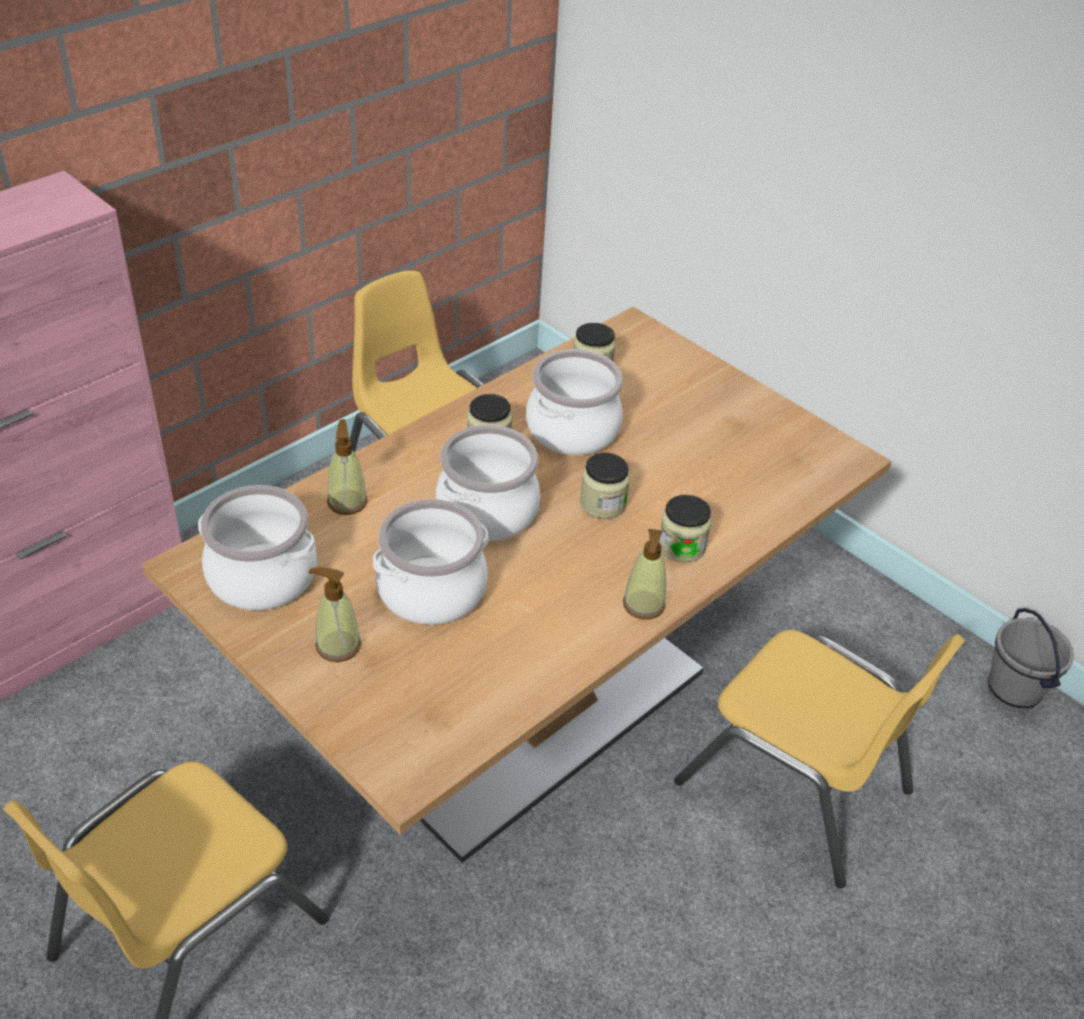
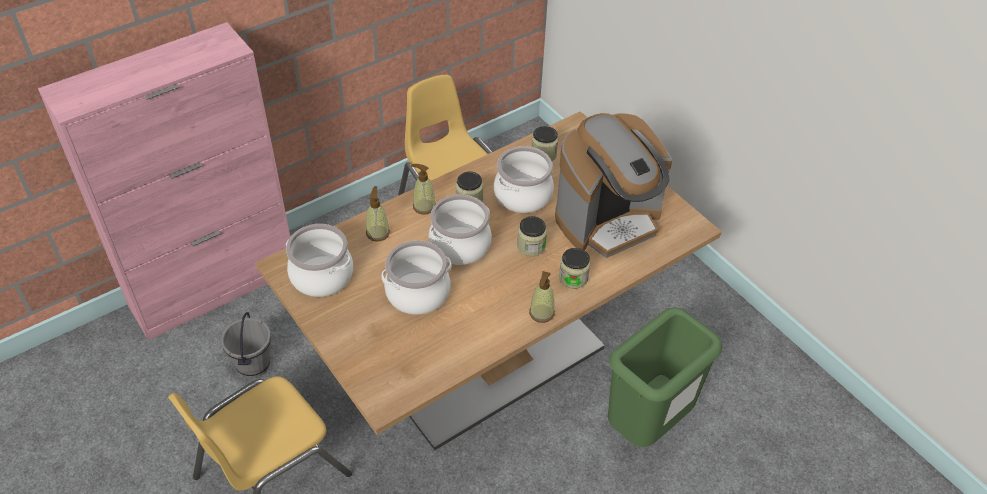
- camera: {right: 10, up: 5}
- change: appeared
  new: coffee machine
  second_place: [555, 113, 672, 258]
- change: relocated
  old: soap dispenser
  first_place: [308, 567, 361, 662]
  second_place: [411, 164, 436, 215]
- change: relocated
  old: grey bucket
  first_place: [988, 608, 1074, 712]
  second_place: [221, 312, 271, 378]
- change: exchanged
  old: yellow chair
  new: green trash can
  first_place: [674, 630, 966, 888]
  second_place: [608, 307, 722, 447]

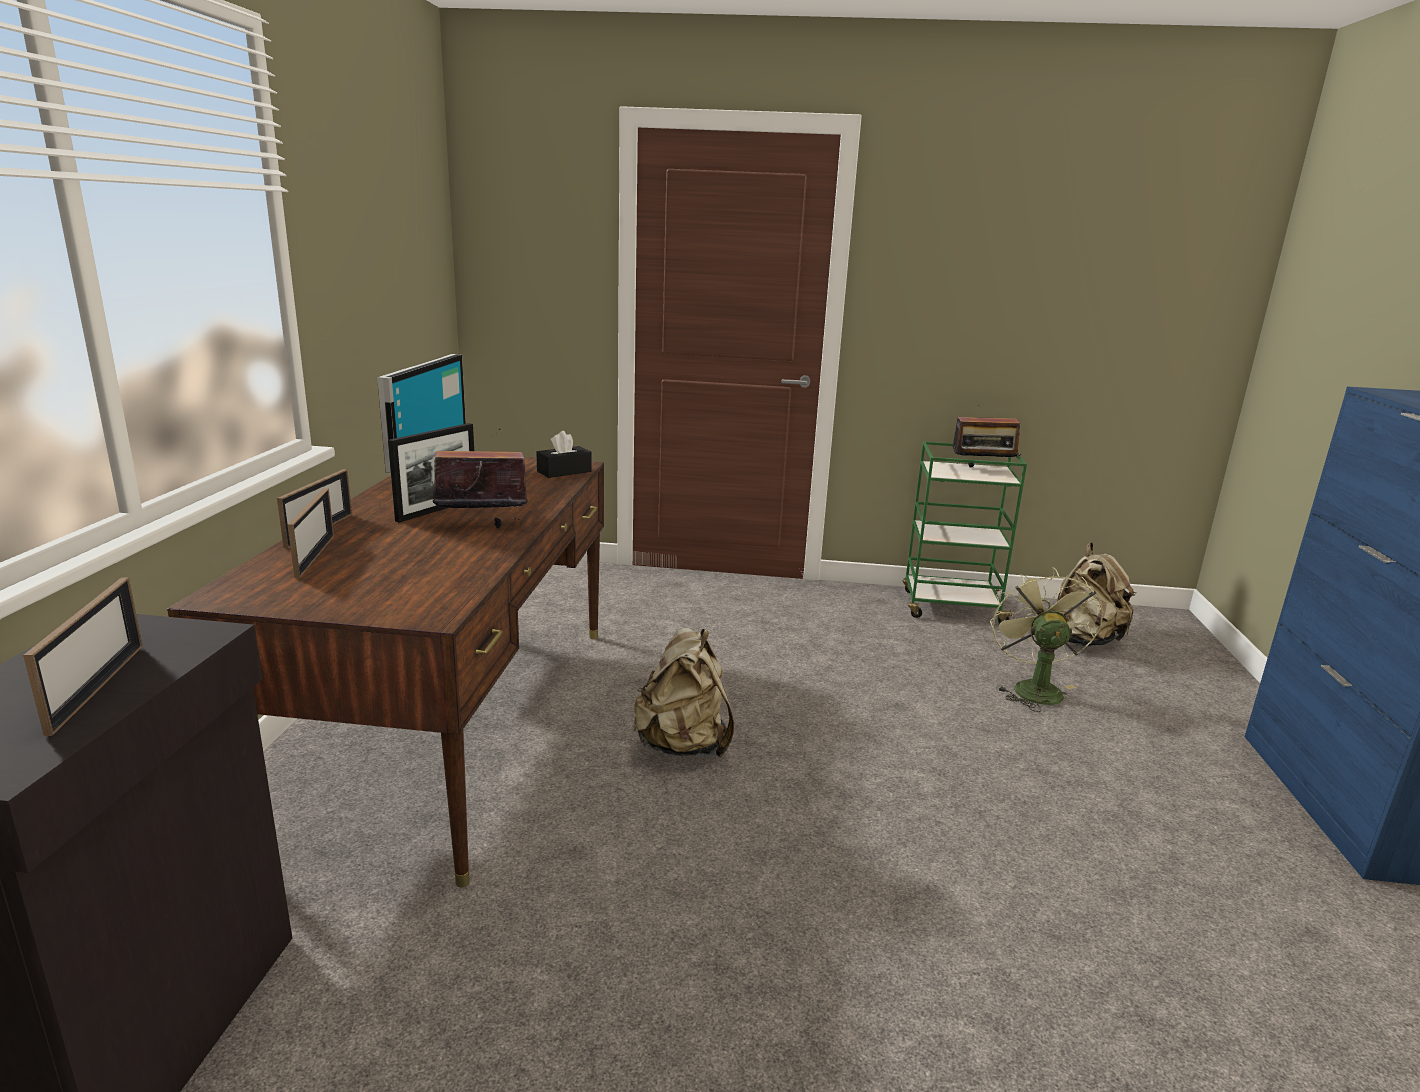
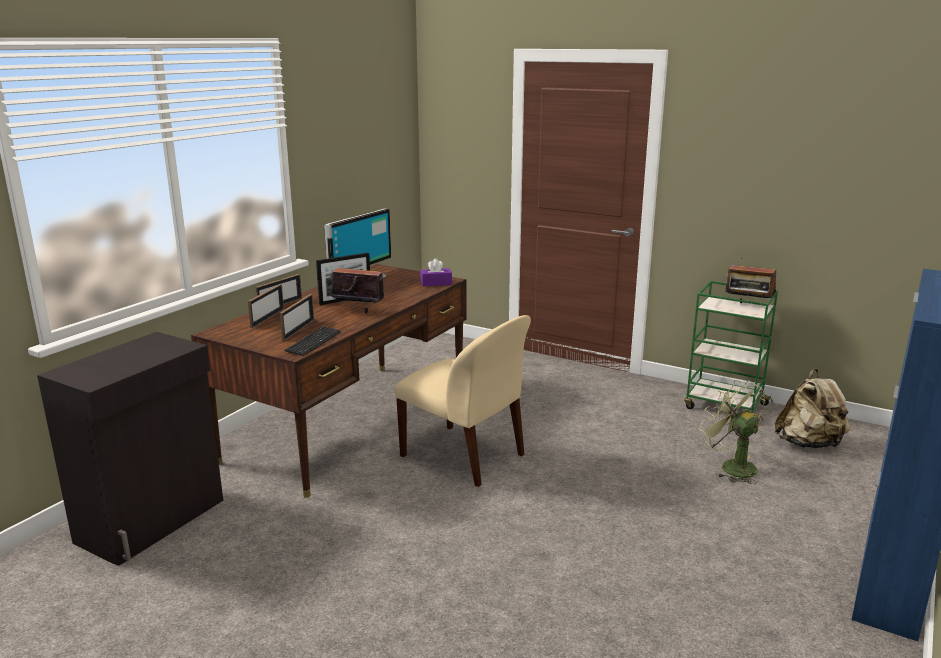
- camera: {right: 25, up: 0}
- change: appeared
  new: keyboard
  second_place: [285, 326, 341, 356]
- change: relocated
  old: picture frame
  first_place: [23, 577, 143, 736]
  second_place: [280, 294, 314, 341]
- change: exchanged
  old: beige backpack
  new: beige chair
  first_place: [633, 628, 734, 757]
  second_place: [394, 315, 531, 487]
- change: colour
  old: black tissue box
  new: purple tissue box
  first_place: [536, 431, 592, 478]
  second_place: [420, 259, 452, 287]
- change: spun
  old: green fan
  first_place: [990, 567, 1104, 712]
  second_place: [699, 380, 765, 484]
  degrees: -60

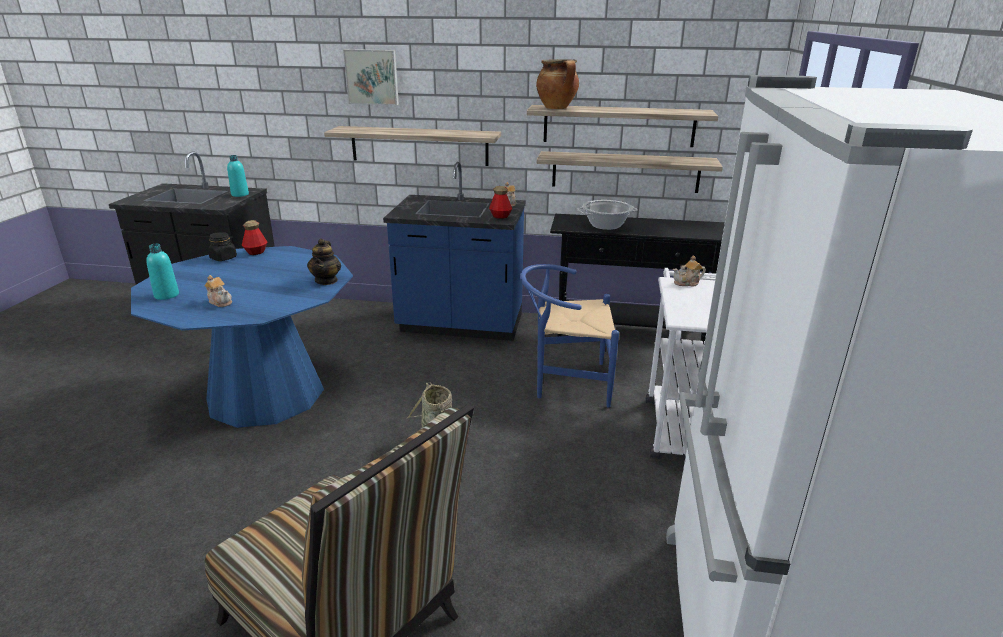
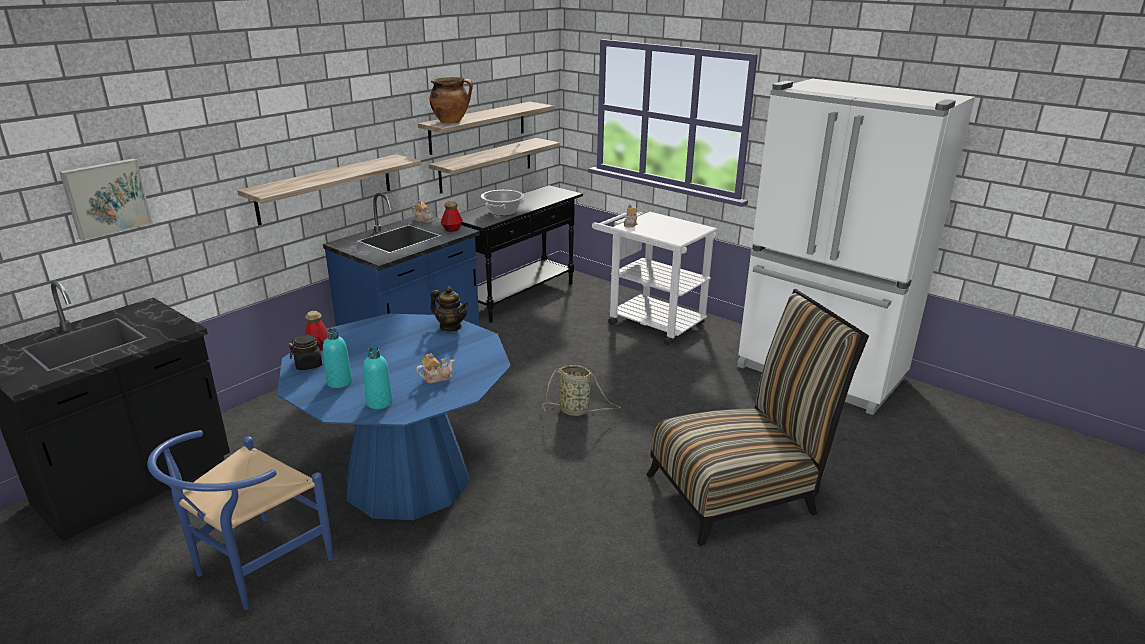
- camera: {right: -60, up: 0}
- change: relocated
  old: turquoise bottle
  first_place: [227, 155, 249, 197]
  second_place: [323, 328, 352, 388]
- change: relocated
  old: picture
  first_place: [343, 49, 399, 105]
  second_place: [59, 158, 153, 240]
- change: relocated
  old: blue chair
  first_place: [520, 264, 619, 408]
  second_place: [147, 430, 333, 610]

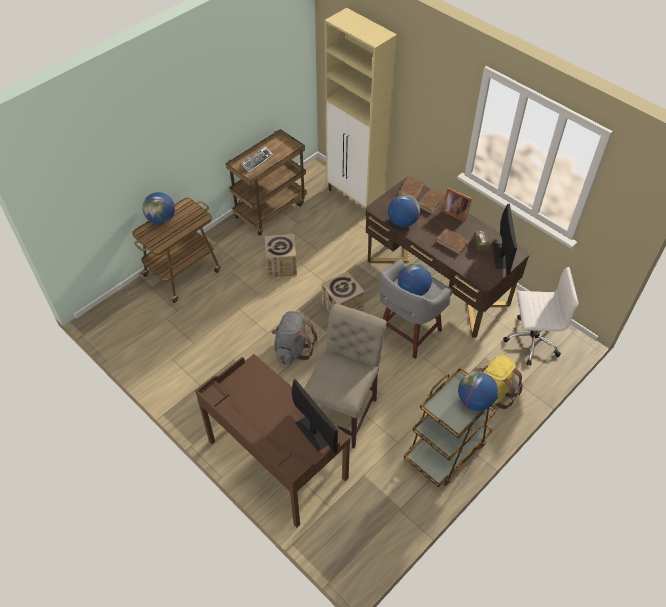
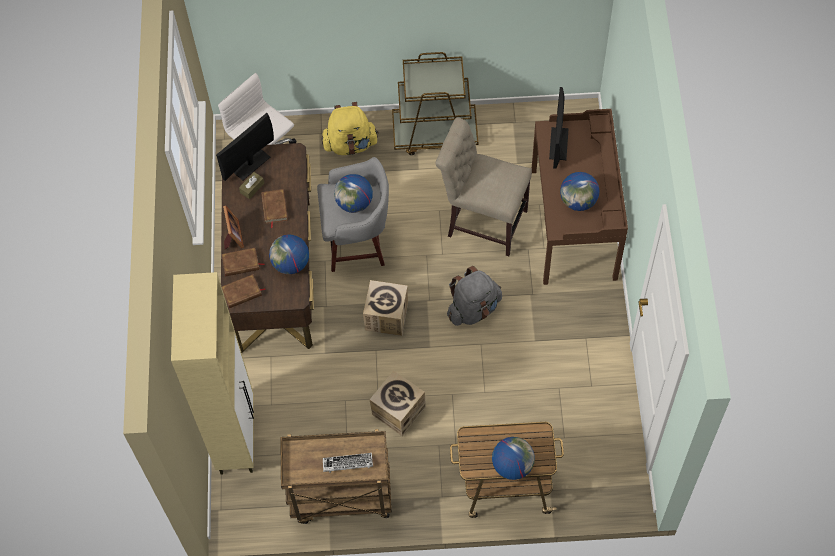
- camera: {right: -135, up: 10}
- change: relocated
  old: globe
  first_place: [458, 371, 498, 411]
  second_place: [560, 172, 600, 211]
- change: spun
  old: beige chair
  first_place: [304, 304, 387, 449]
  second_place: [436, 117, 532, 256]
  degrees: 45

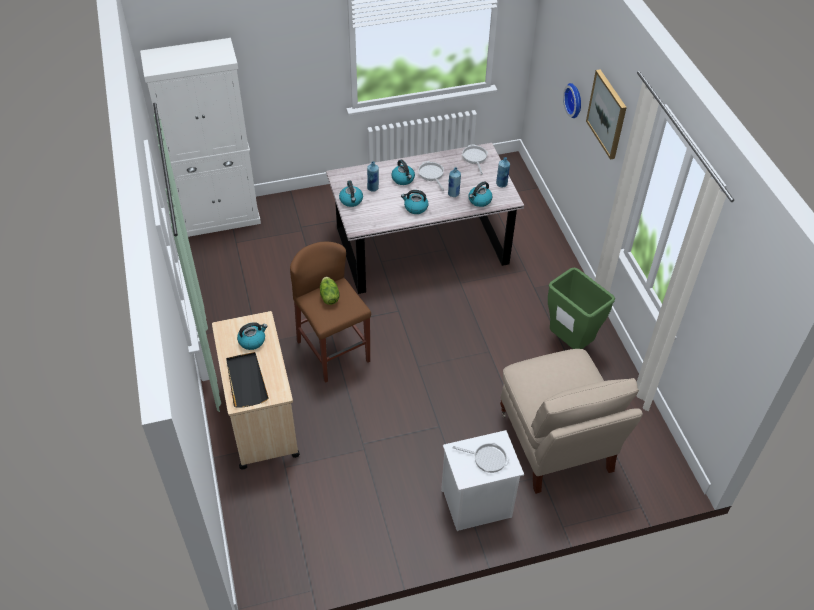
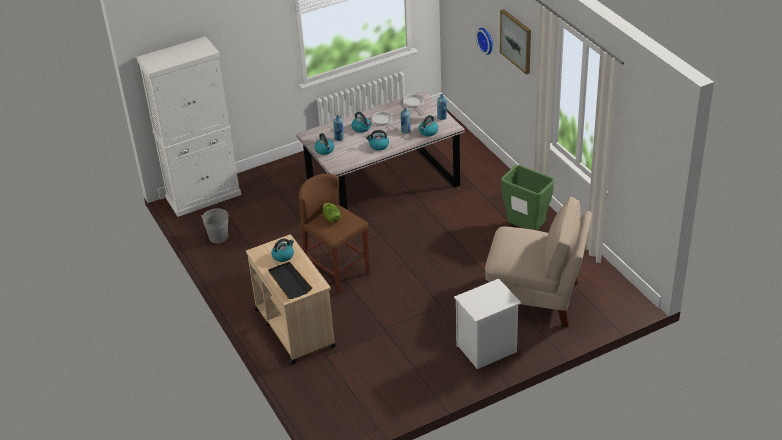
- camera: {right: -10, up: -10}
- change: missing
  old: frying pan
  first_place: [453, 443, 510, 473]
- change: appeared
  new: grey bucket
  second_place: [202, 208, 230, 243]
- change: spun
  old: beige chair
  first_place: [500, 349, 643, 494]
  second_place: [485, 197, 592, 327]
  degrees: -45

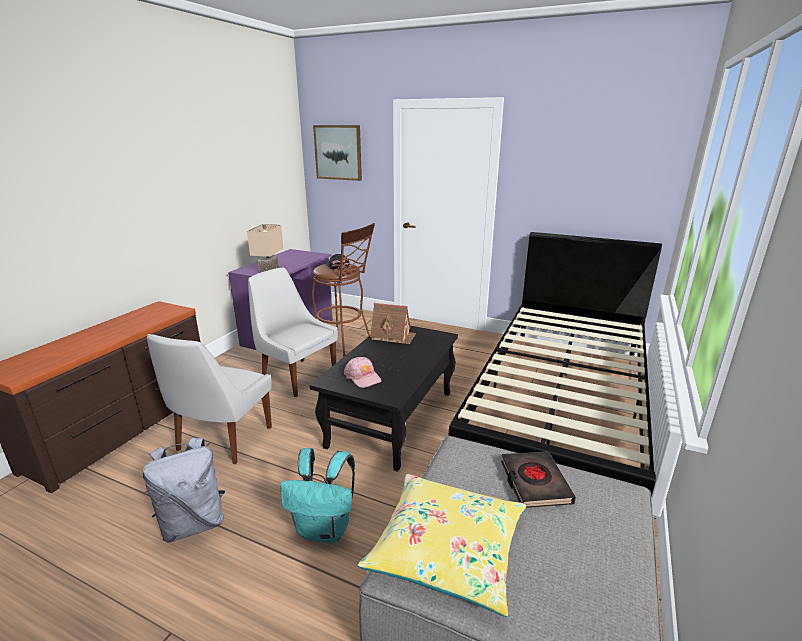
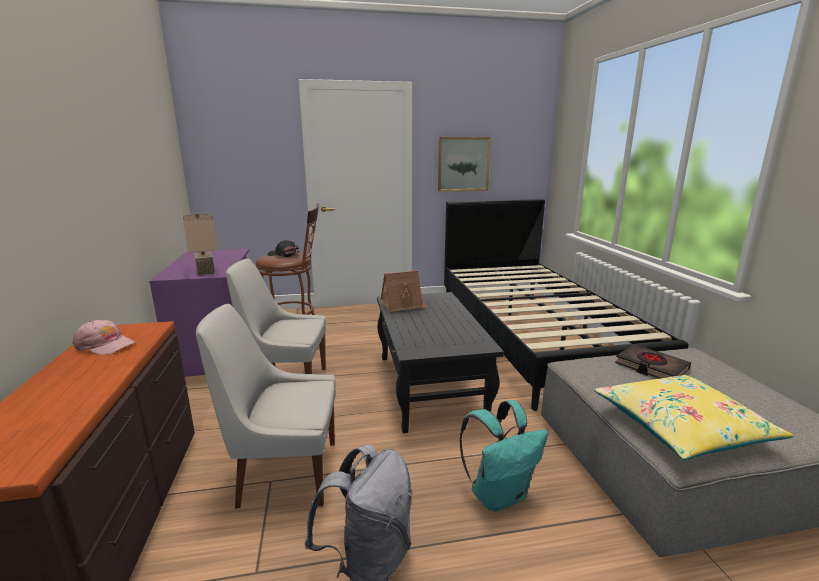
- camera: {right: -35, up: -5}
- change: relocated
  old: picture
  first_place: [313, 125, 362, 181]
  second_place: [438, 137, 491, 192]
- change: relocated
  old: pink cap
  first_place: [344, 357, 382, 388]
  second_place: [72, 320, 136, 355]
- change: spun
  old: white chair
  first_place: [147, 334, 272, 464]
  second_place: [196, 303, 336, 509]
  degrees: 105

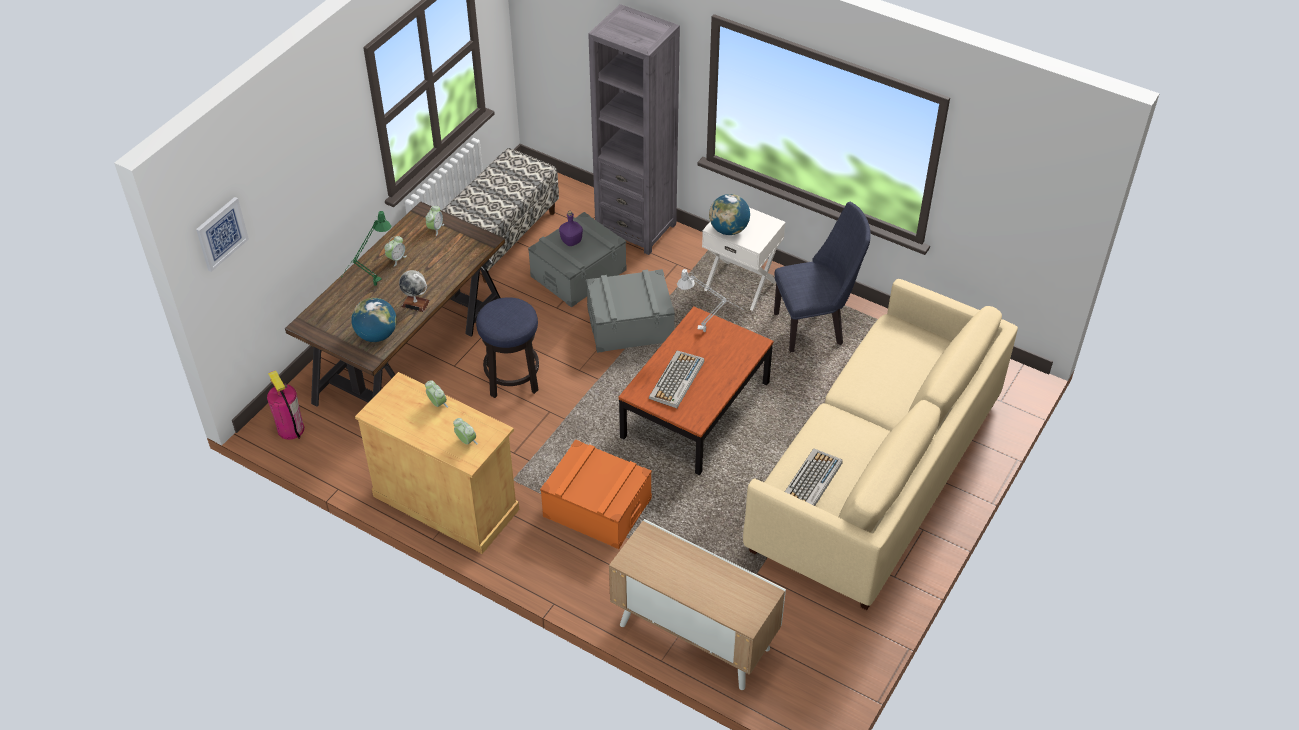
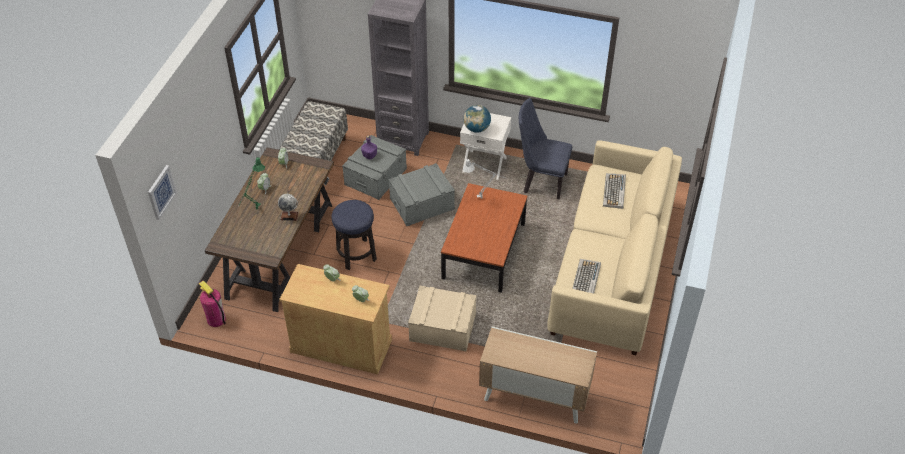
- camera: {right: -15, up: 0}
- change: missing
  old: globe
  first_place: [351, 298, 397, 342]
- change: relocated
  old: keyboard
  first_place: [649, 350, 704, 408]
  second_place: [603, 173, 626, 209]
- change: colour
  old: orange storage box
  new: beige storage box
  first_place: [540, 439, 652, 549]
  second_place: [408, 286, 477, 351]
- change: spun
  old: blue chair
  first_place: [774, 202, 871, 353]
  second_place: [519, 98, 572, 199]
  degrees: -135

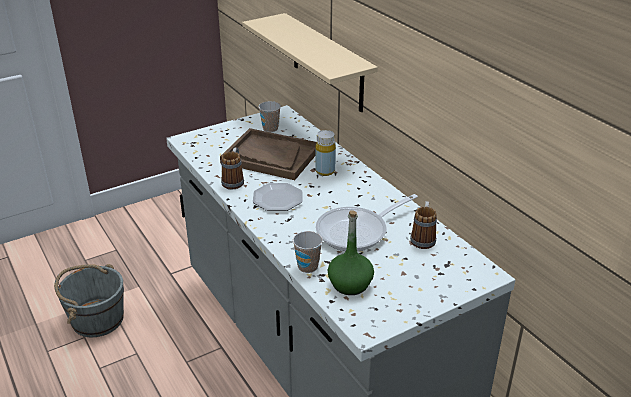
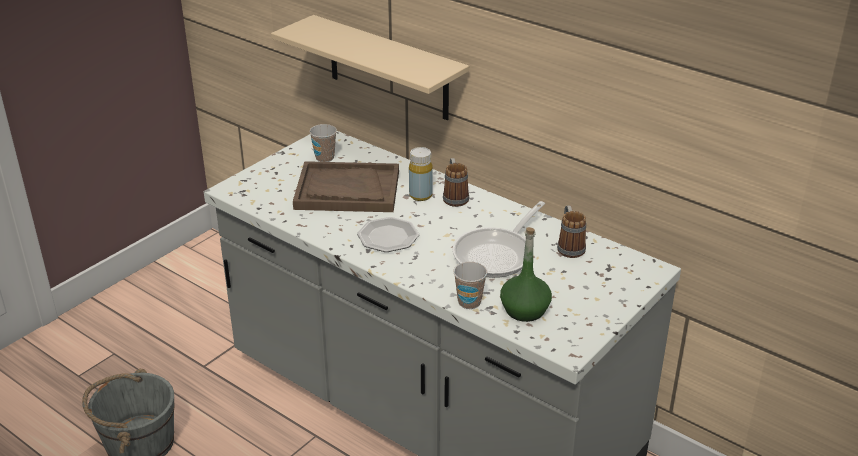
- camera: {right: -20, up: 0}
- change: relocated
  old: mug
  first_place: [221, 147, 244, 189]
  second_place: [443, 158, 469, 207]

